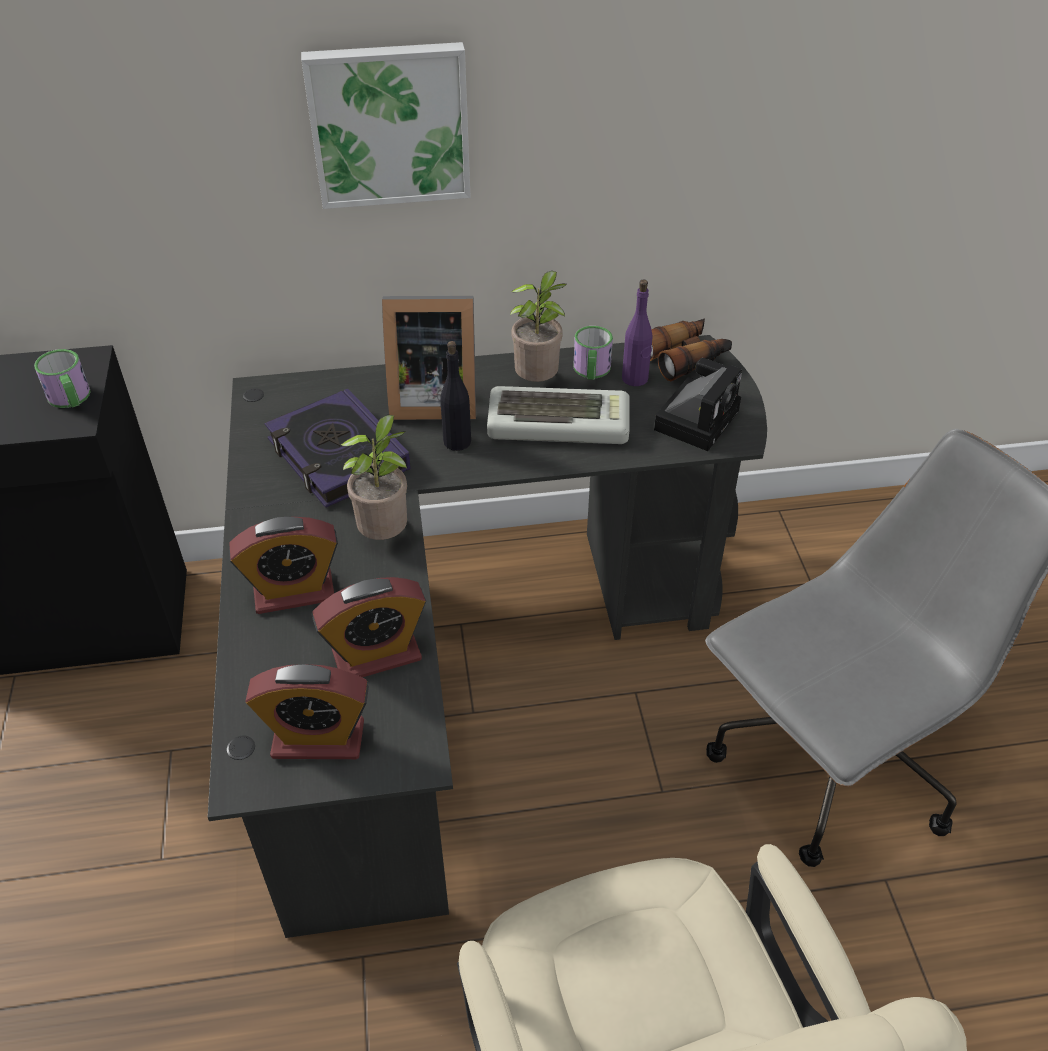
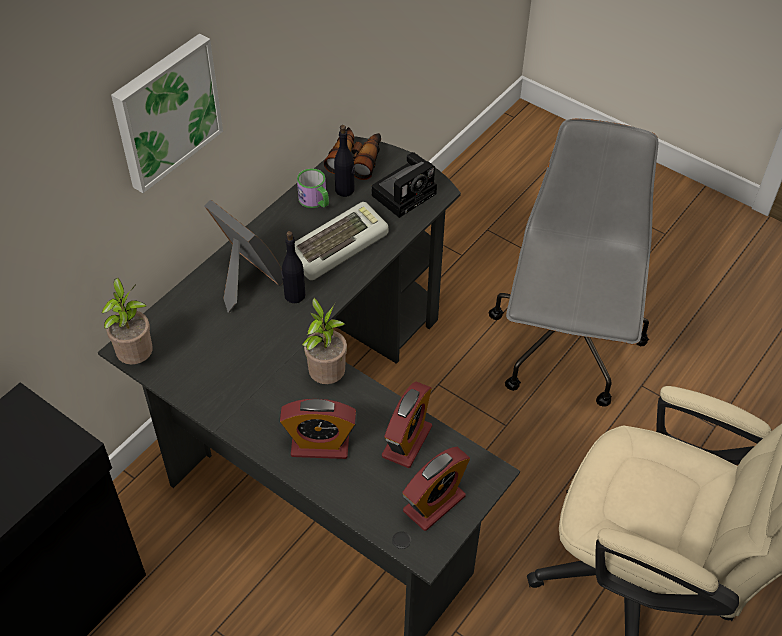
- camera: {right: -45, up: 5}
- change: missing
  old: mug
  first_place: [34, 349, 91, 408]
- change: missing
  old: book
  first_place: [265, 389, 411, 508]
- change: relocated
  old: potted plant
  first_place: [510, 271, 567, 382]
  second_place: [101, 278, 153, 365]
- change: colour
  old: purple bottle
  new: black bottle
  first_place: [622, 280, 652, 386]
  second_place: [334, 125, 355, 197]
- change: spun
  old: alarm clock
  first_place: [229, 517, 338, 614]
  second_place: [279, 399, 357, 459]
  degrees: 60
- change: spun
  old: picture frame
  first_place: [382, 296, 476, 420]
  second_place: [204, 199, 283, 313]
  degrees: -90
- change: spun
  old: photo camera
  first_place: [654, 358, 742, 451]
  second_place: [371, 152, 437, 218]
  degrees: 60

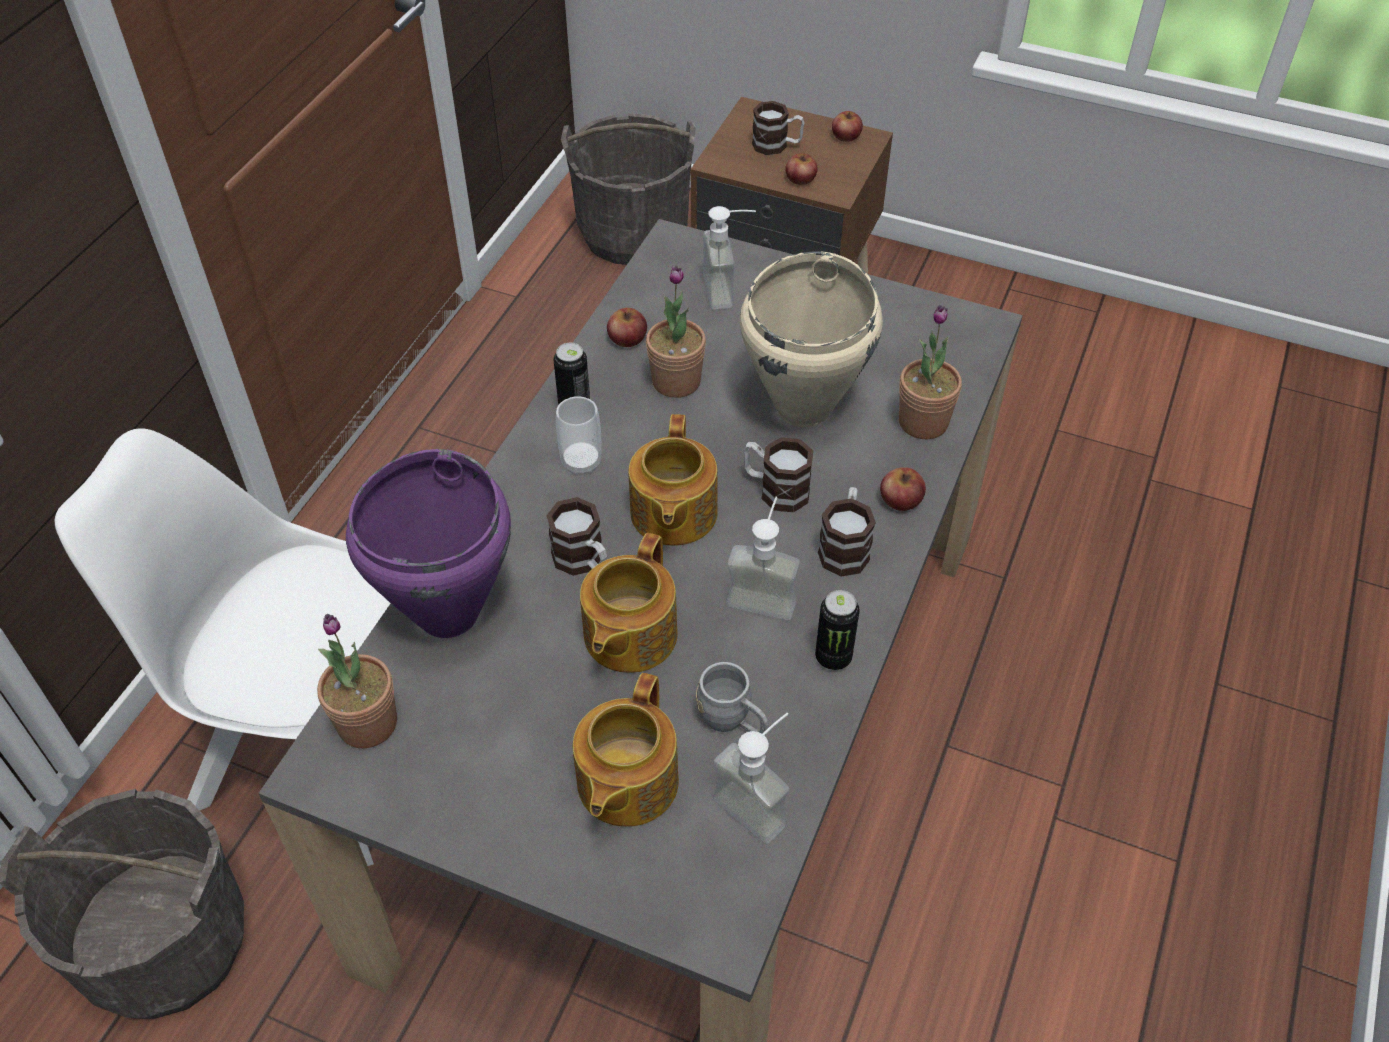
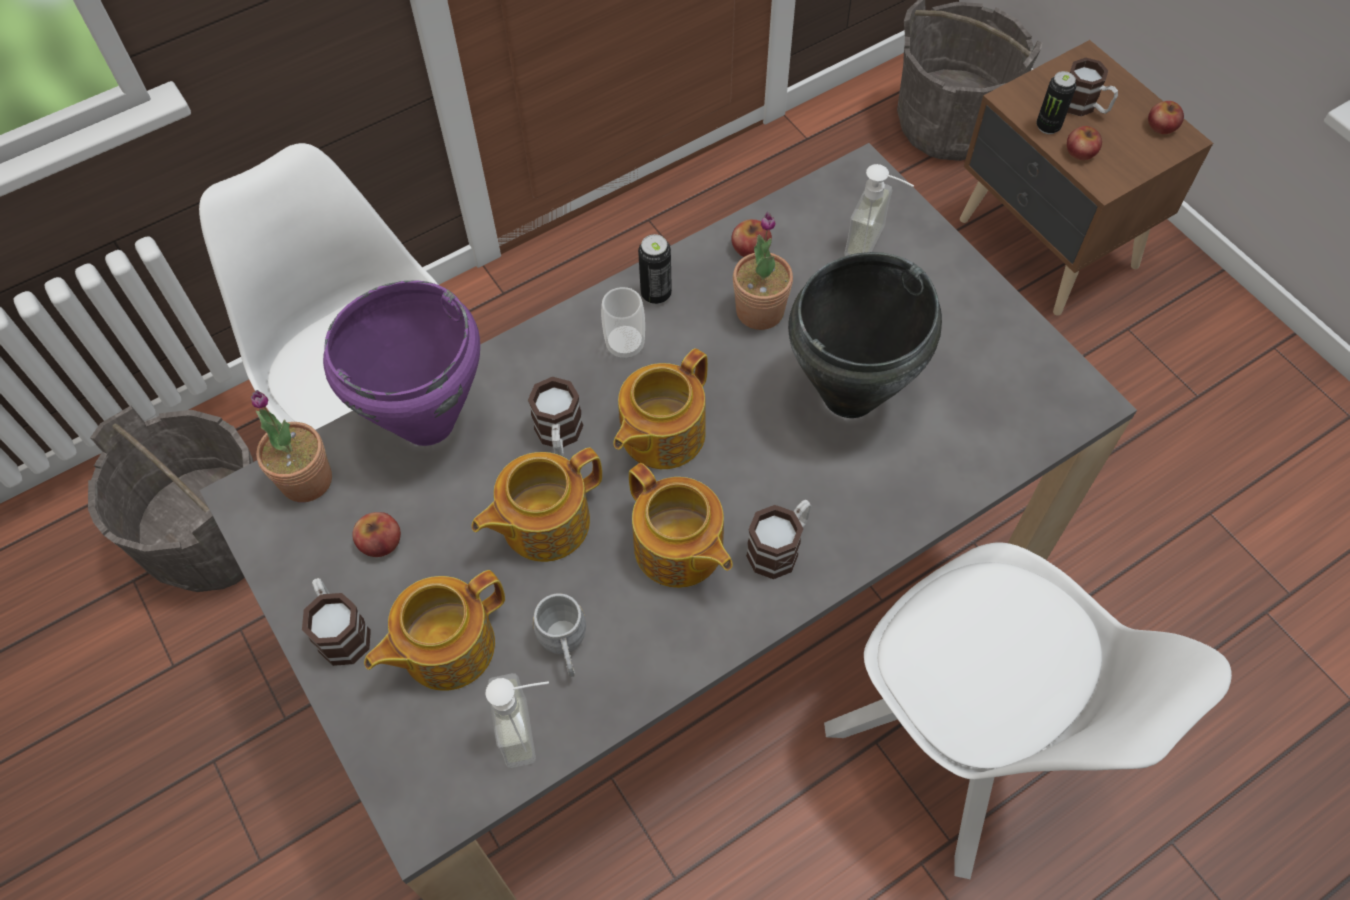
- camera: {right: 35, up: 10}
- change: missing
  old: potted plant
  first_place: [899, 305, 962, 439]
- change: appeared
  new: white chair
  second_place: [824, 542, 1232, 879]
- change: relocated
  old: mug
  first_place: [744, 437, 813, 512]
  second_place: [302, 578, 371, 666]
- change: relocated
  old: can
  first_place: [815, 590, 859, 670]
  second_place: [1036, 71, 1076, 134]
- change: relocated
  old: apple
  first_place: [880, 467, 926, 511]
  second_place: [352, 512, 401, 557]
- change: exchanged
  old: soap dispenser
  new: teapot
  first_place: [726, 497, 800, 620]
  second_place: [629, 463, 733, 588]
- change: colour
  old: beige cooking pot
  new: black cooking pot
  first_place: [740, 251, 883, 427]
  second_place: [788, 252, 942, 418]

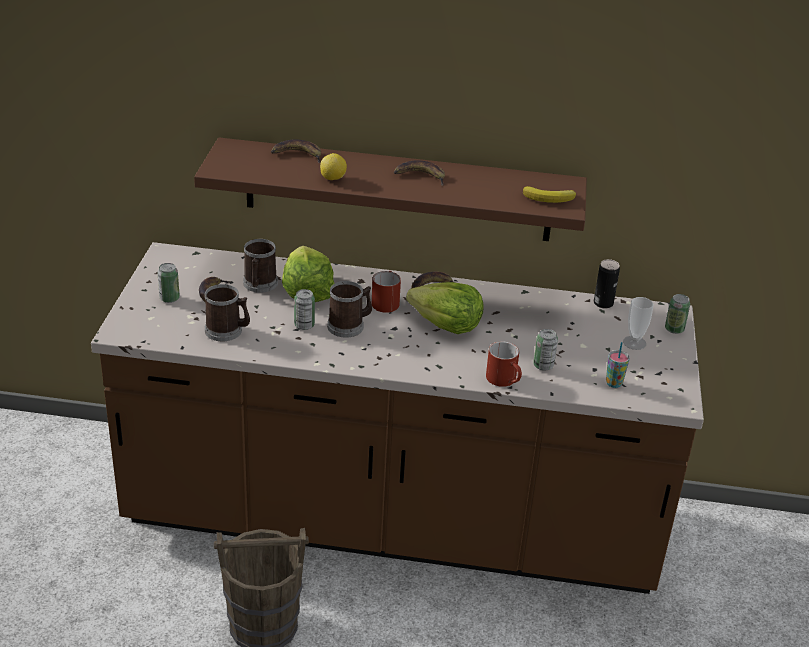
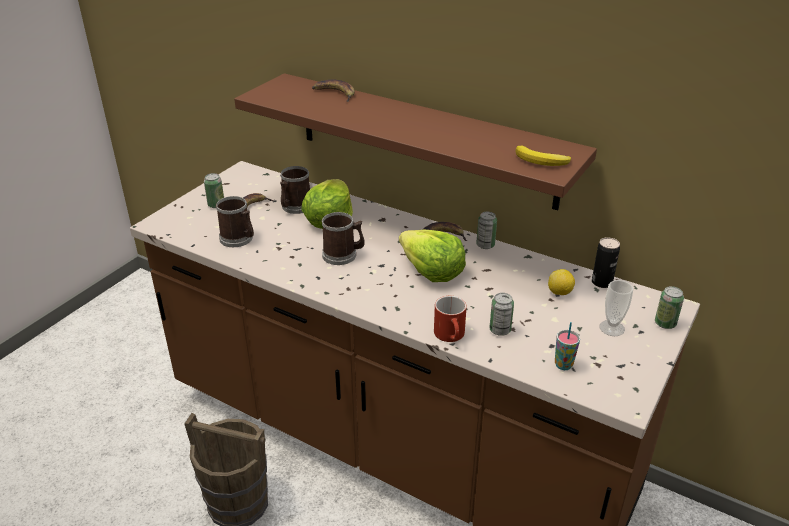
- camera: {right: 25, up: 0}
- change: missing
  old: red mug
  first_place: [372, 271, 401, 313]
- change: missing
  old: banana
  first_place: [394, 160, 445, 186]
- change: relocated
  old: can
  first_place: [294, 289, 315, 330]
  second_place: [476, 212, 497, 249]
- change: relocated
  old: lemon
  first_place: [320, 153, 347, 180]
  second_place: [548, 269, 575, 295]

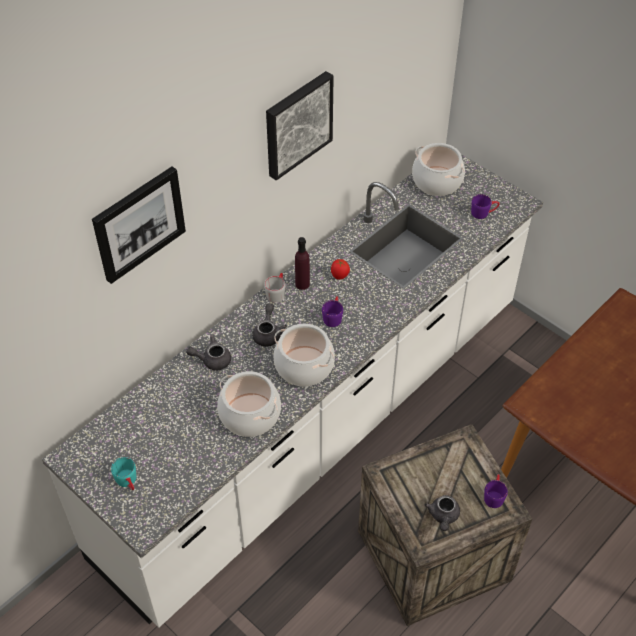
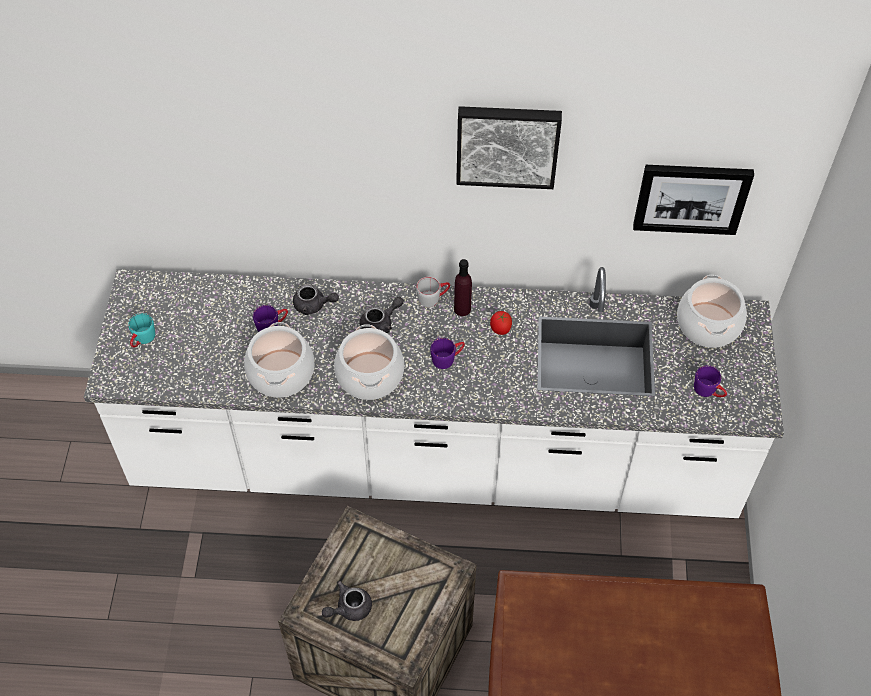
- camera: {right: 50, up: 5}
- change: relocated
  old: picture
  first_place: [92, 166, 186, 284]
  second_place: [633, 165, 754, 235]
- change: relocated
  old: purple mug
  first_place: [484, 474, 508, 508]
  second_place: [253, 305, 288, 332]
- change: spun
  old: grey teapot
  first_place: [186, 335, 231, 370]
  second_place: [293, 284, 339, 315]
  degrees: 150

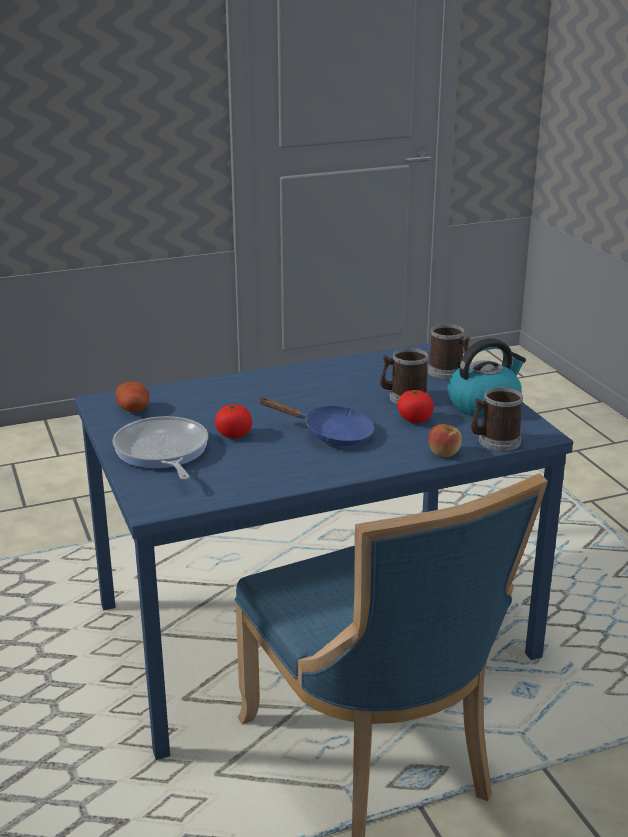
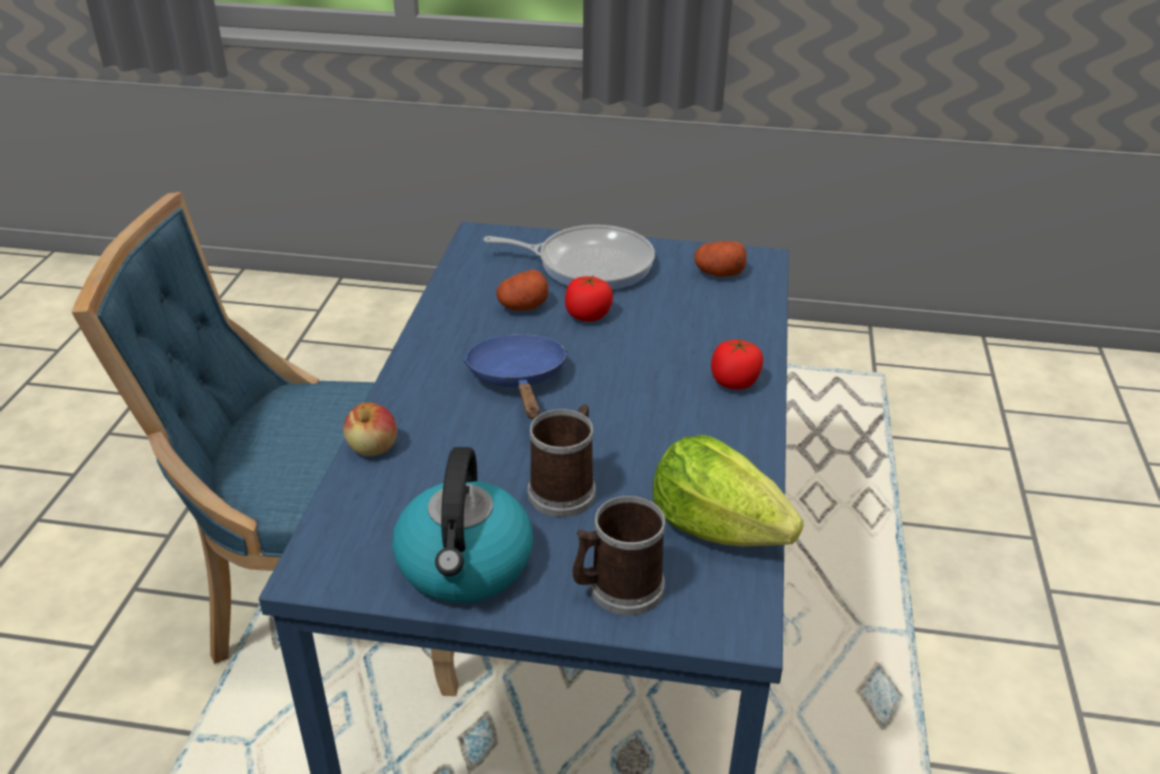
- camera: {right: 120, up: 10}
- change: missing
  old: mug
  first_place: [471, 387, 523, 451]
- change: appeared
  new: potato
  second_place: [496, 270, 548, 311]
- change: appeared
  new: lettuce
  second_place: [653, 435, 804, 547]
- change: relocated
  old: tomato
  first_place: [397, 390, 434, 423]
  second_place: [711, 338, 763, 390]
- change: spun
  old: blue frying pan
  first_place: [258, 397, 374, 446]
  second_place: [464, 334, 567, 419]
  degrees: 120

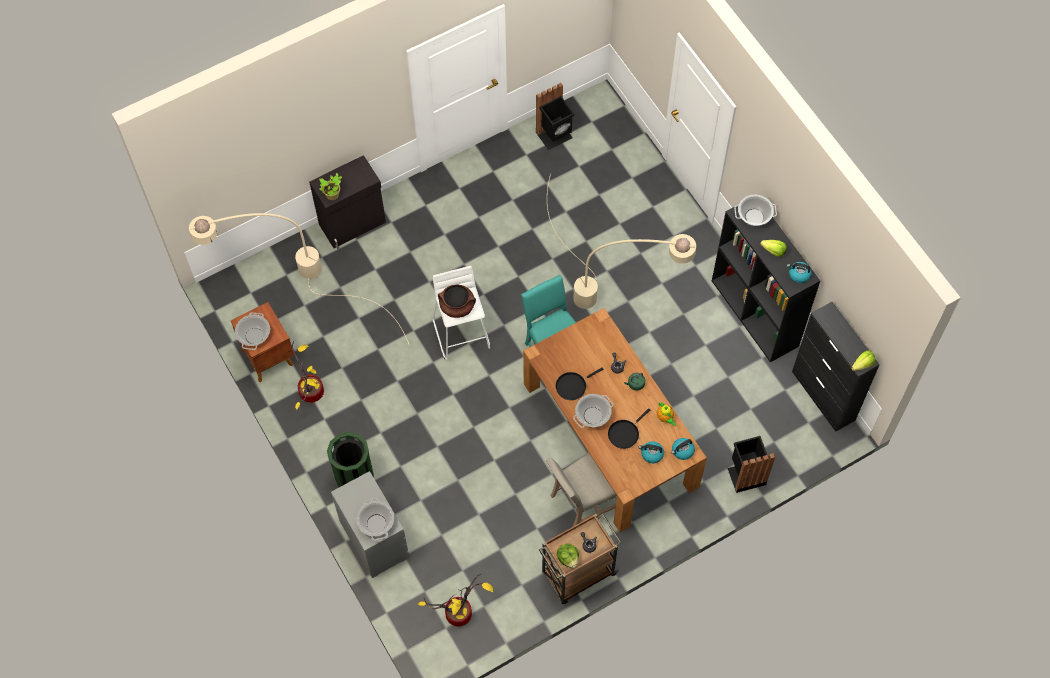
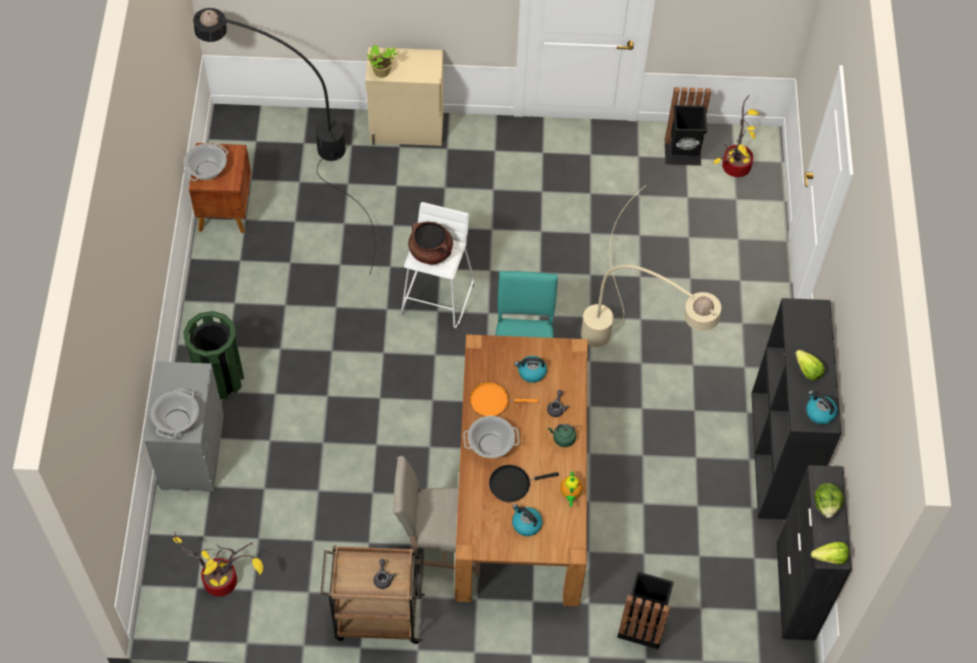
- camera: {right: 30, up: -5}
- change: missing
  old: cooking pot
  first_place: [734, 195, 777, 226]
- change: relocated
  old: potted plant
  first_place: [292, 341, 324, 410]
  second_place: [713, 95, 760, 177]
- change: relocated
  old: lettuce
  first_place: [557, 544, 579, 568]
  second_place: [814, 483, 844, 518]
- change: relocated
  old: kettle
  first_place: [671, 438, 695, 460]
  second_place: [514, 356, 547, 383]
- change: colour
  old: beige floor lamp
  new: black floor lamp
  first_place: [189, 213, 409, 344]
  second_place: [193, 8, 375, 274]
- change: colour
  old: black cabinet
  new: beige cabinet
  first_place: [309, 155, 386, 249]
  second_place: [365, 47, 443, 146]
- change: colour
  old: black frying pan
  new: orange frying pan
  first_place: [556, 367, 604, 400]
  second_place: [469, 382, 539, 417]

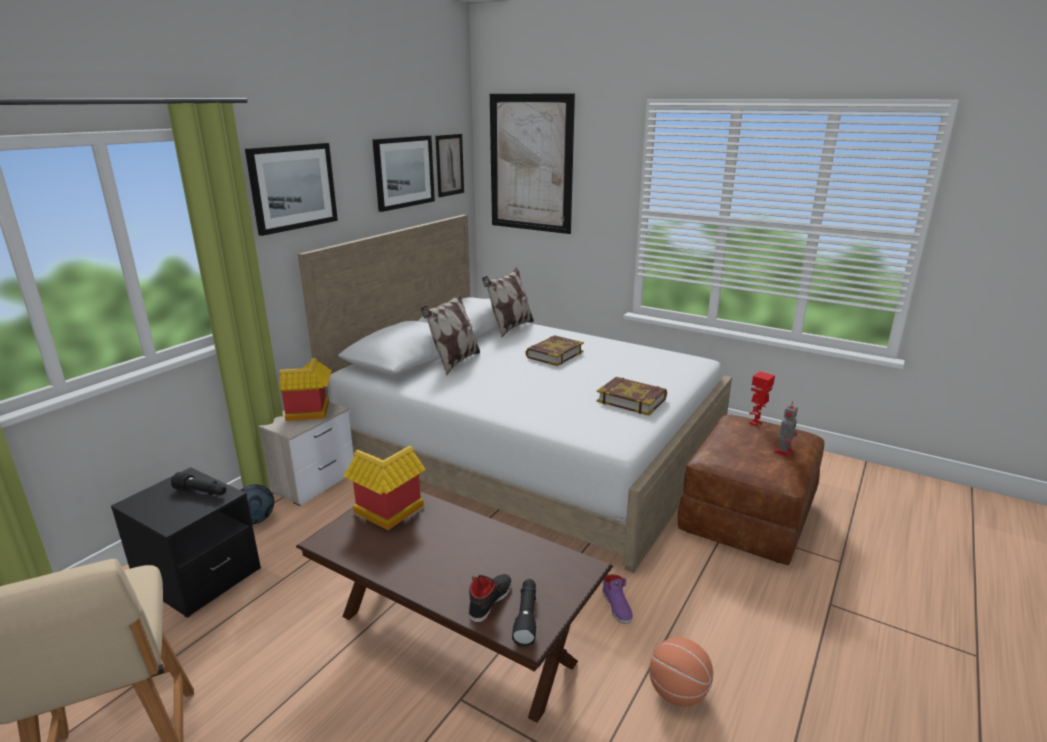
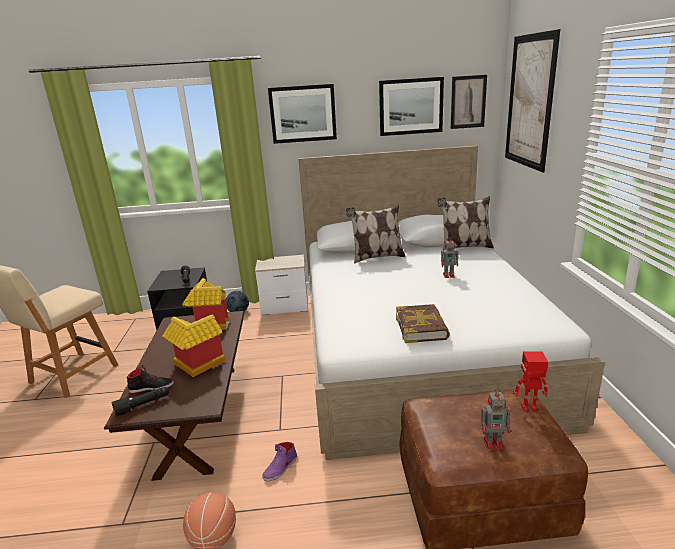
- camera: {right: 55, up: 0}
- change: relocated
  old: toy house
  first_place: [279, 358, 332, 421]
  second_place: [162, 314, 226, 377]
- change: exchanged
  old: book
  new: toy robot
  first_place: [525, 335, 584, 366]
  second_place: [441, 237, 459, 278]

